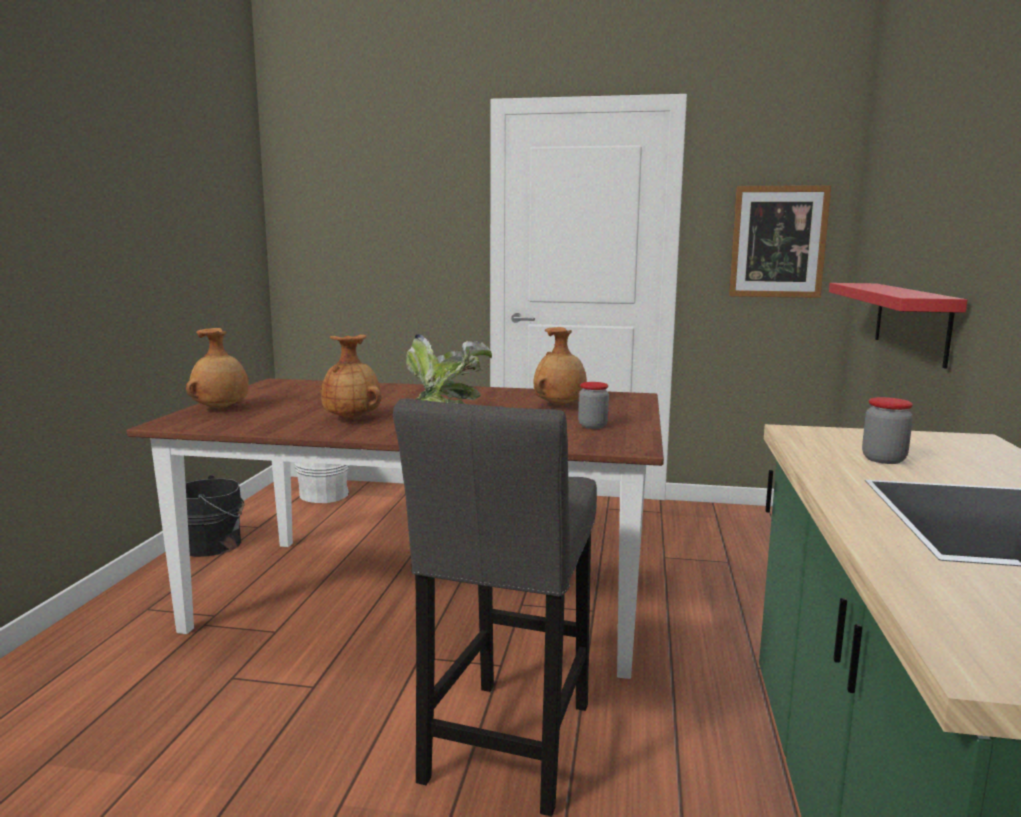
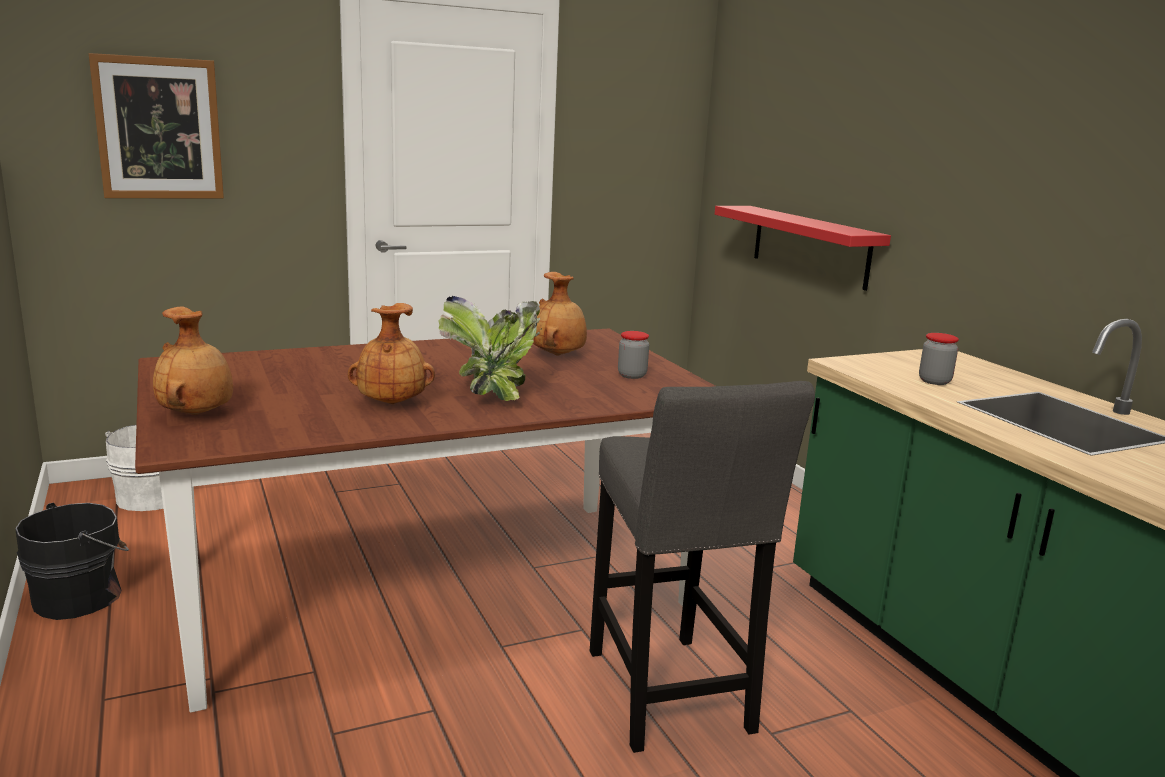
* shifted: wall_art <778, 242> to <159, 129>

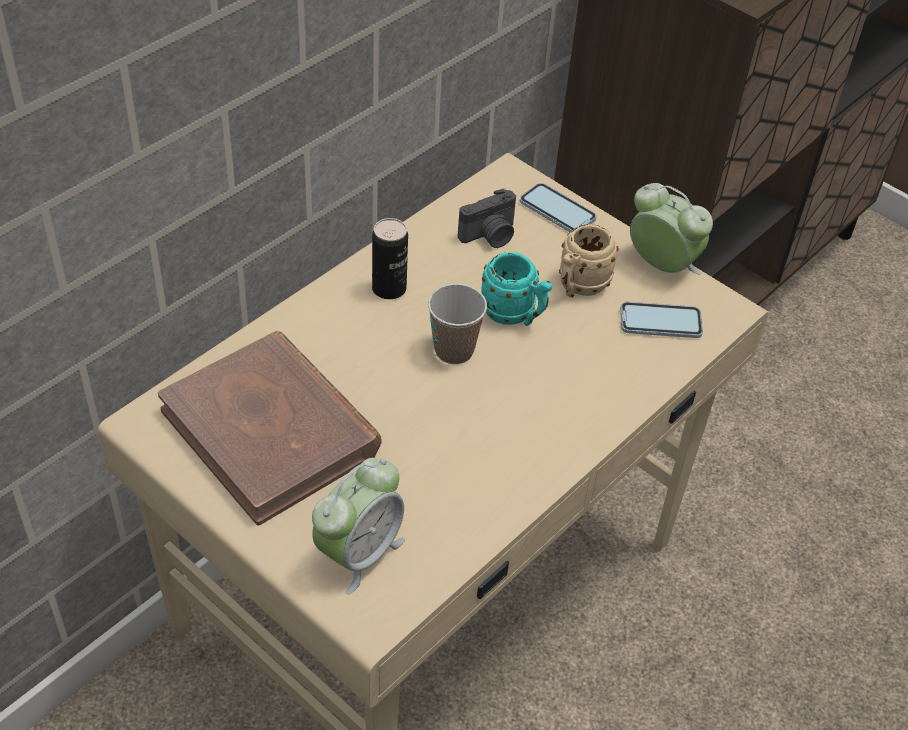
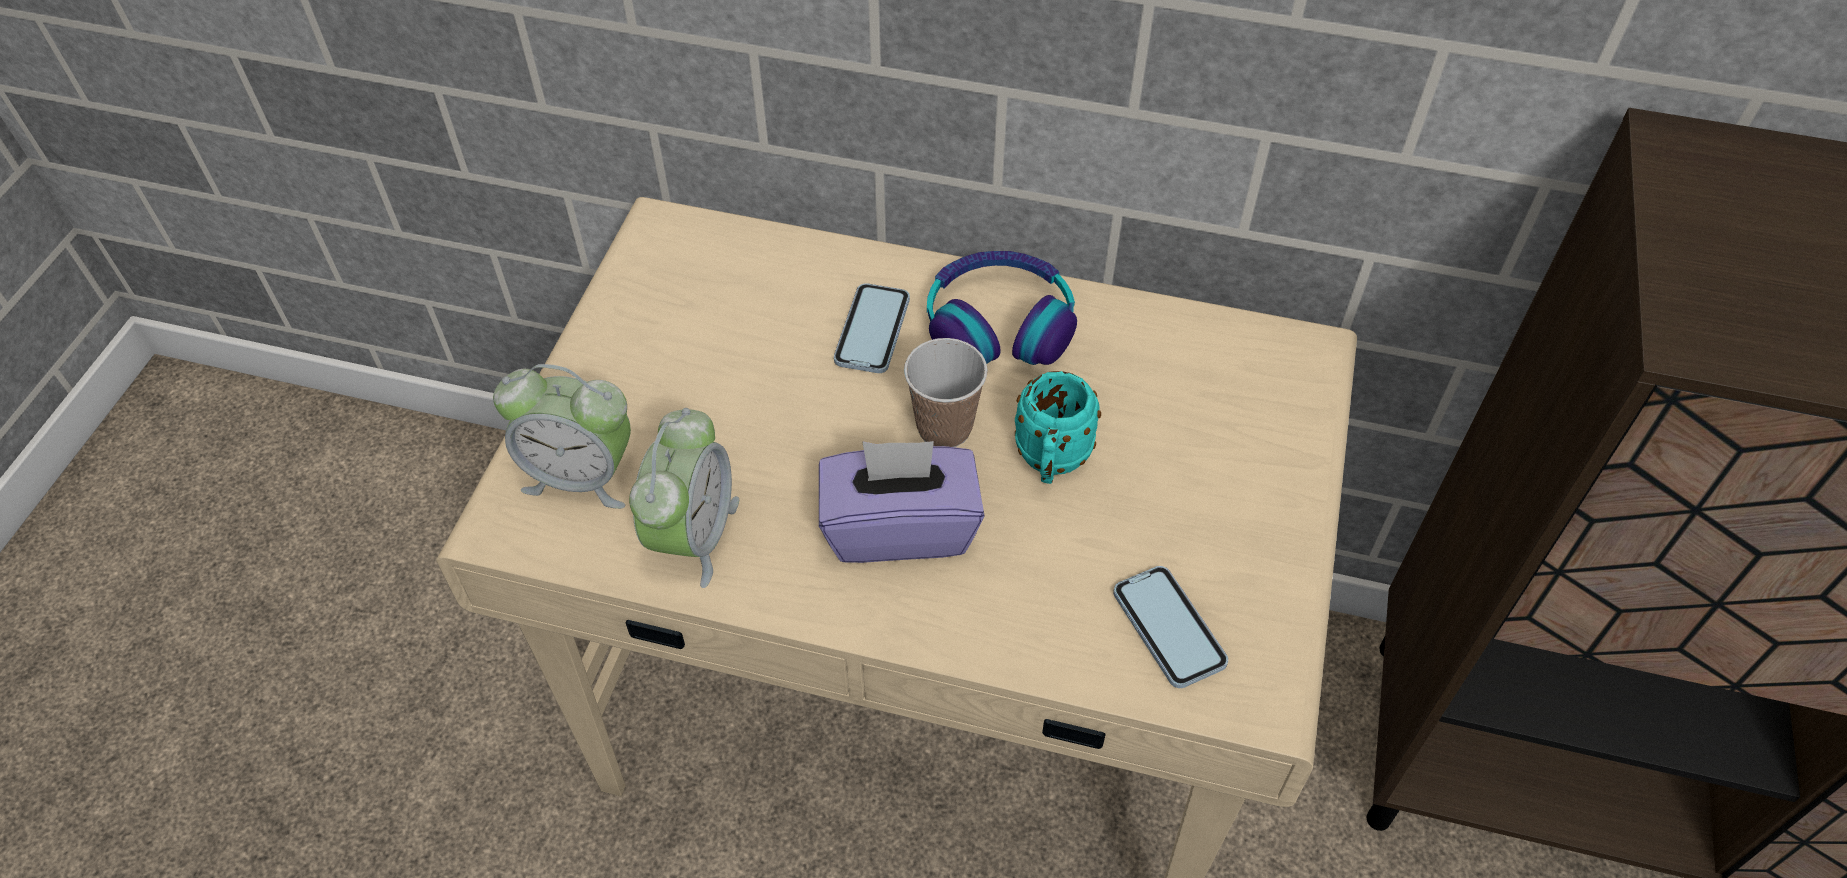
* gone: brownish_book <271, 430>
* gone: still_camera <490, 236>
* gone: beige_tea_mug <579, 287>
* new: purplish_tissue_holder <900, 527>
* shifted: telephone <557, 211> to <872, 330>
* shifted: alarm_clock <661, 266> to <693, 536>
* swapped: metal_can <389, 288> to headset <999, 324>

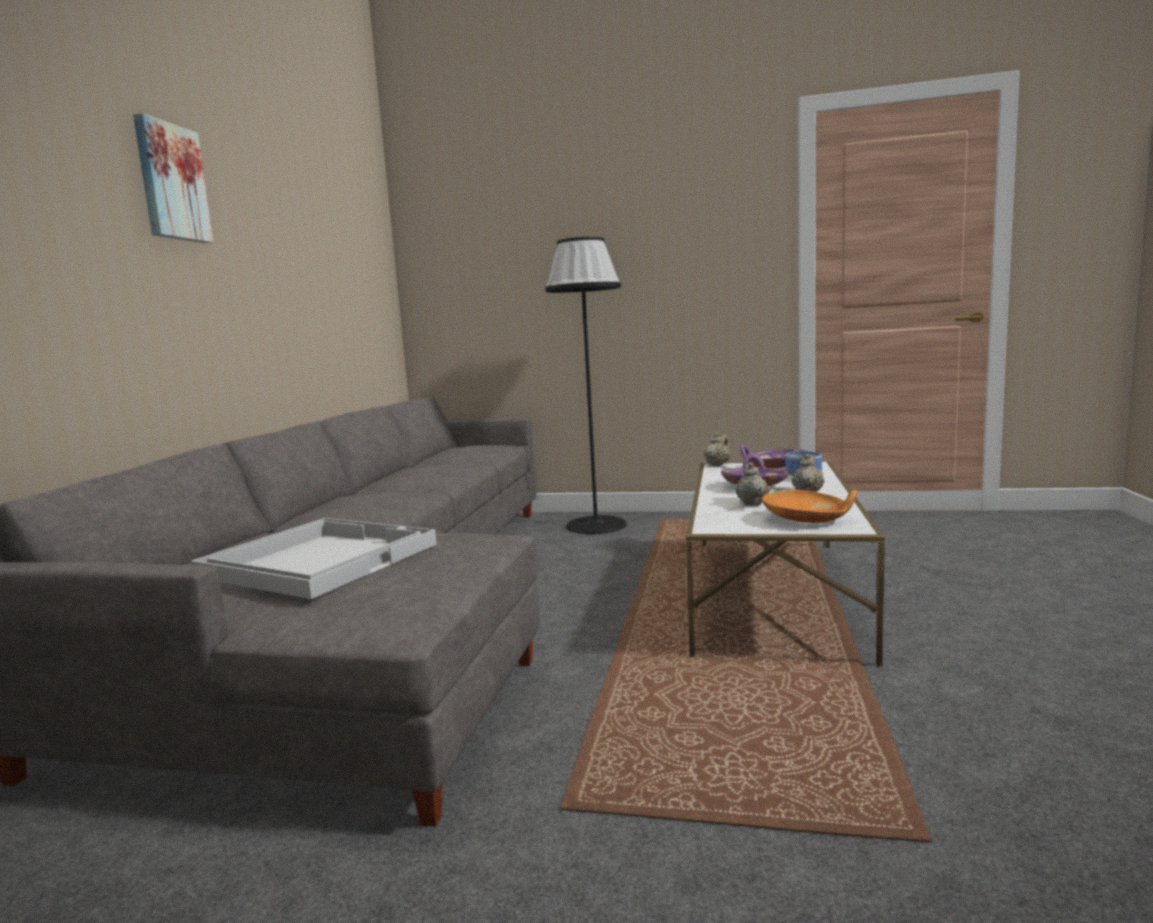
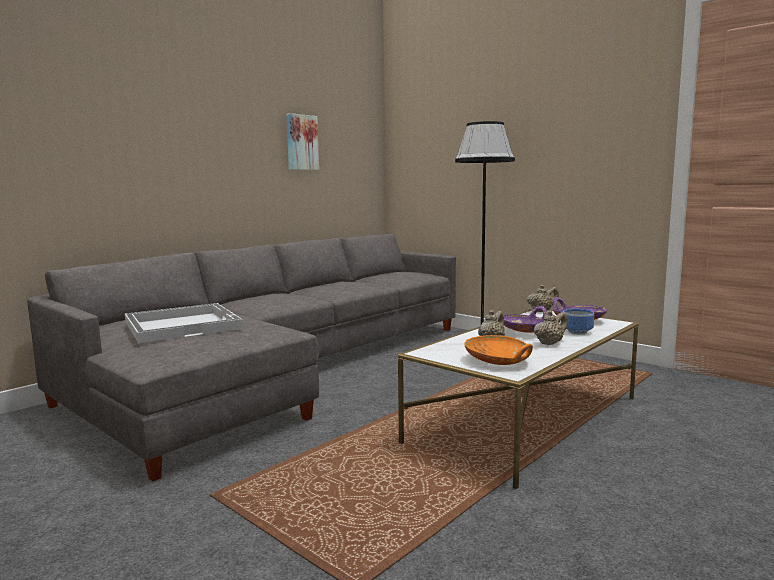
* shifted: wall_art <171, 182> to <301, 142>

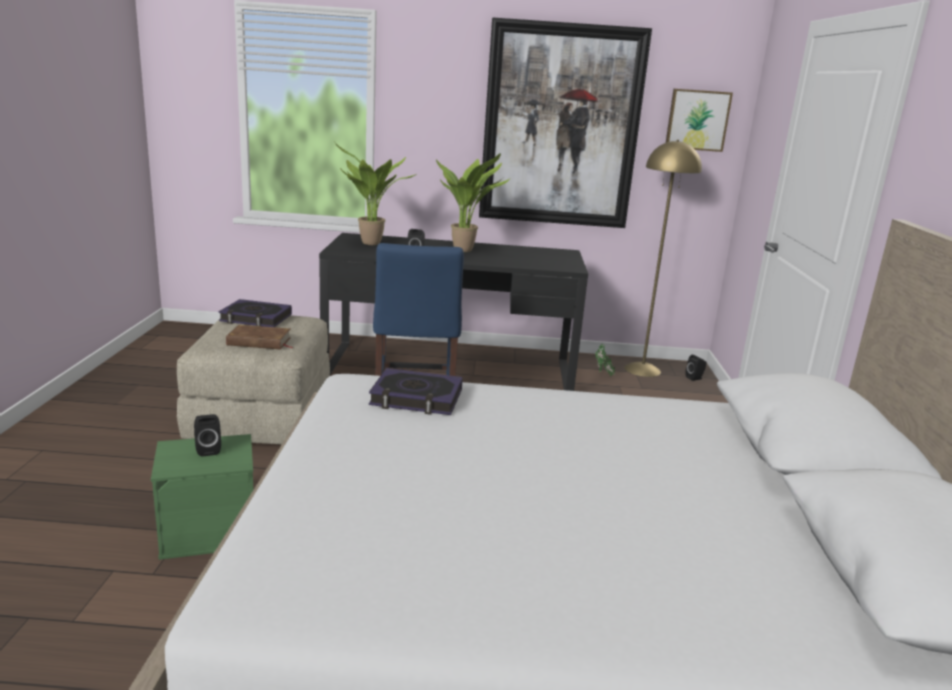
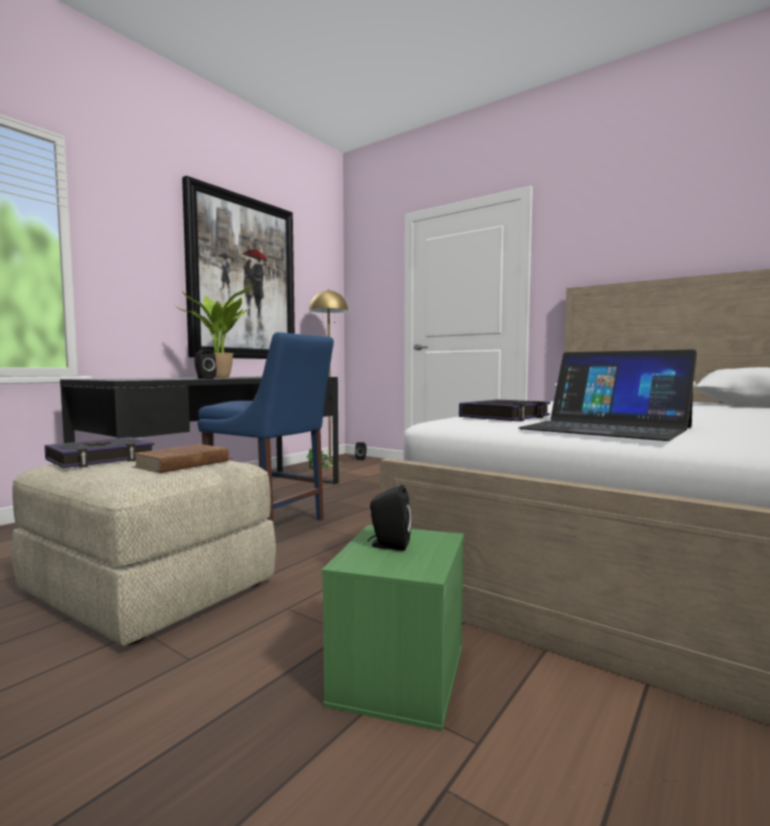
* gone: plant_in_a_pot <370, 244>
* gone: wall_art <697, 120>
* new: portable_computer <606, 428>

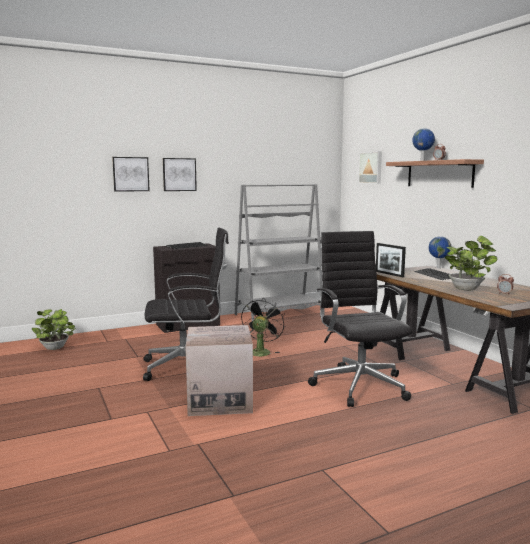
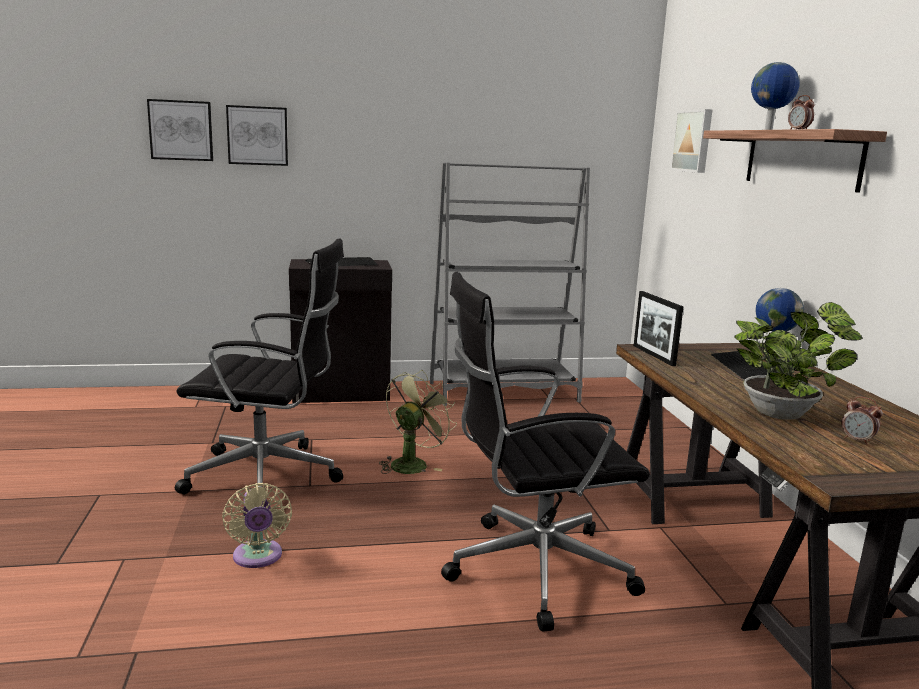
* gone: plant_in_a_pot <55, 348>
* shifted: wall_art <179, 174> to <181, 130>
* swapped: cardboard_box <219, 400> to beige_electric_fan <258, 557>
* repainted: black_electric_fan <261, 351> to green_electric_fan <413, 463>
* rotated: black_office_chair <359, 384> = <532, 569> 105 degrees counterclockwise

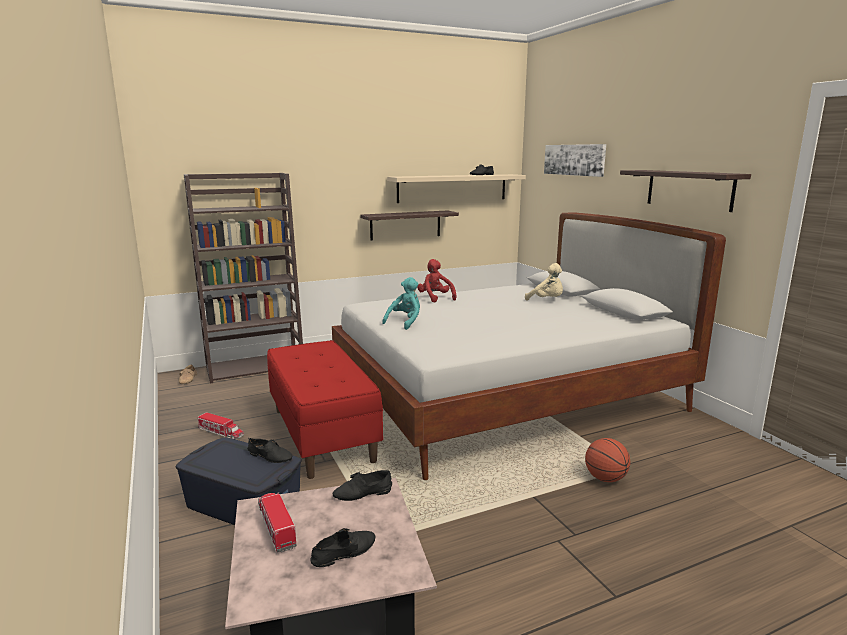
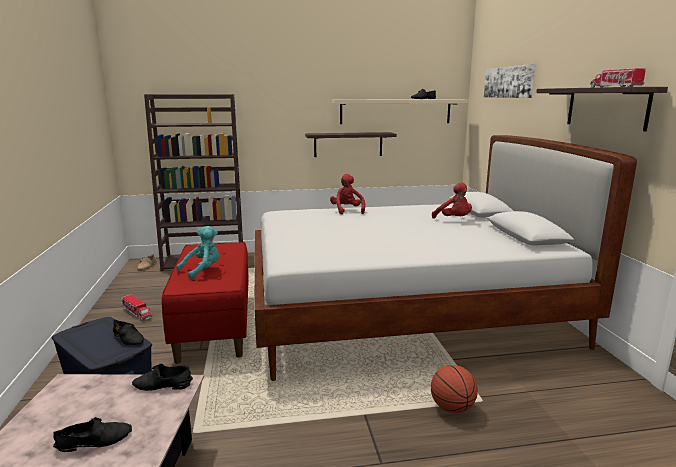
* shifted: toy_truck <276, 526> to <614, 87>
* shifted: turquoise-coloured_cuddly_toy <405, 322> to <202, 270>
* repainted: beige_cuddly_toy <547, 300> to reddish_cuddly_toy <454, 220>

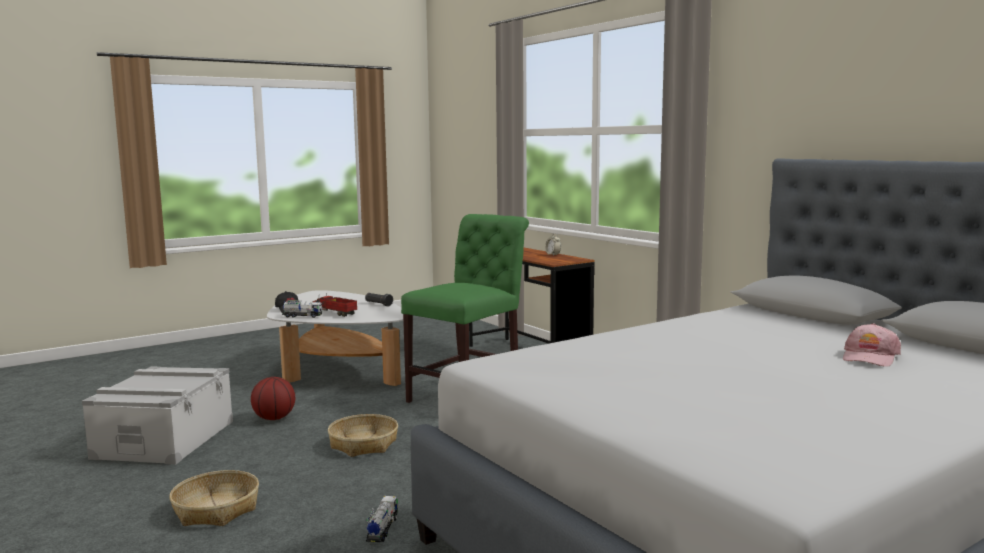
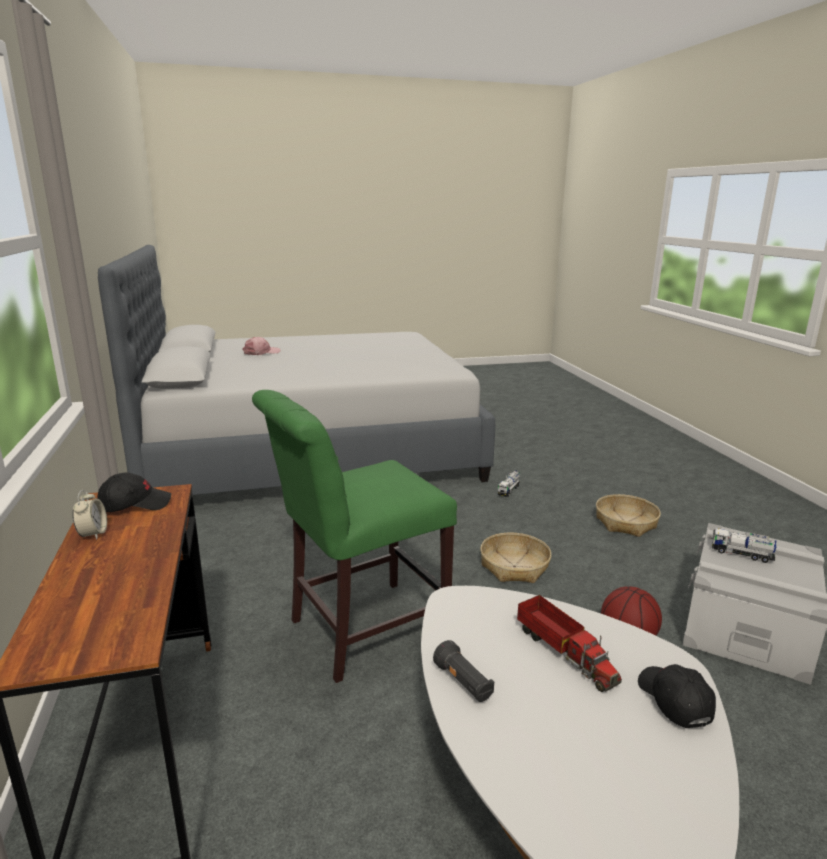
* new: black_baseball_cap <135, 504>
* shifted: toy_truck <302, 316> to <741, 554>

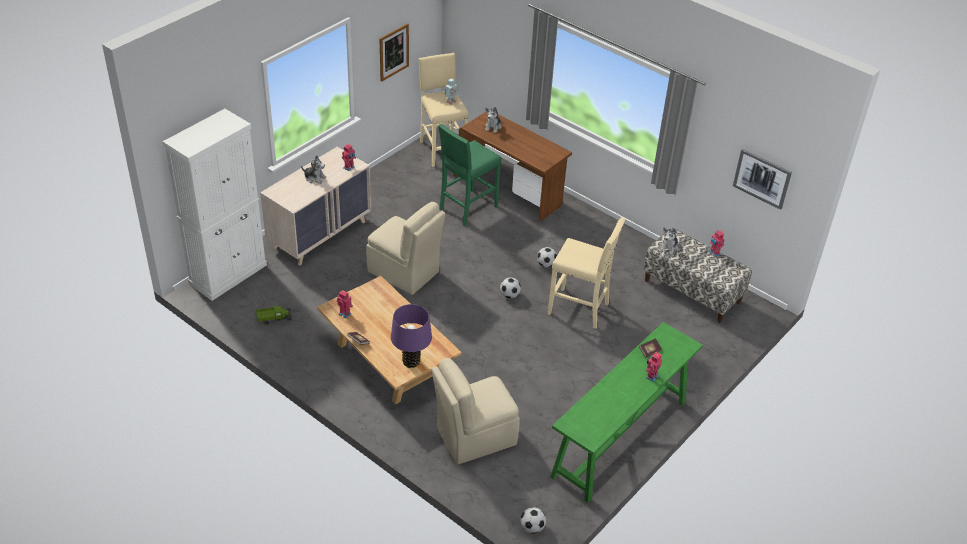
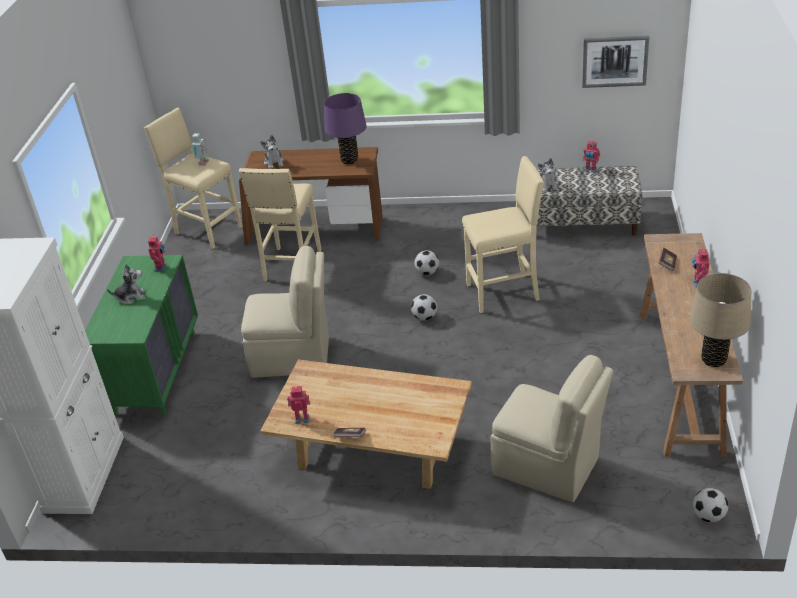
* gone: toy_truck <274, 319>
* gone: wall_art <393, 52>
* new: beige_table_lamp <714, 360>
* shifted: purplish_table_lamp <411, 362> to <349, 160>
* repainted: beige_drawer_chest <320, 234> to green_drawer_chest <156, 372>
* repainted: green_stool <467, 208> to beige_stool <291, 266>
* repainted: green_narrow_table <619, 439> to brownish_narrow_table <679, 381>
* rotated: beige_plain_chair <474, 437> = <548, 467> 90 degrees counterclockwise

